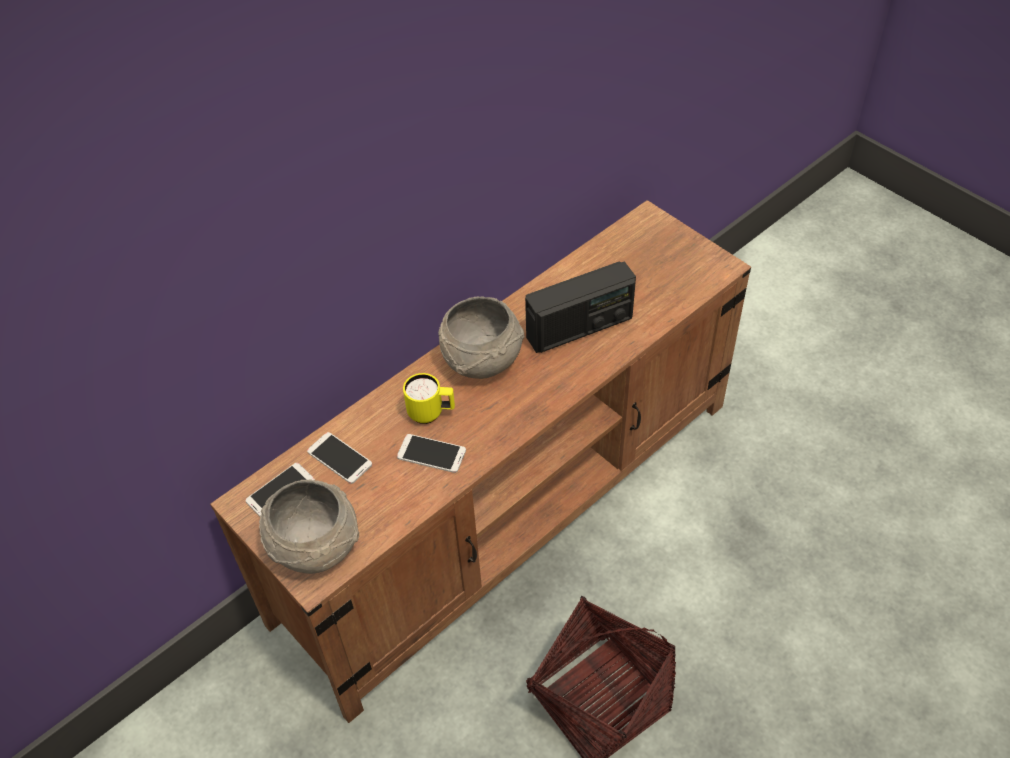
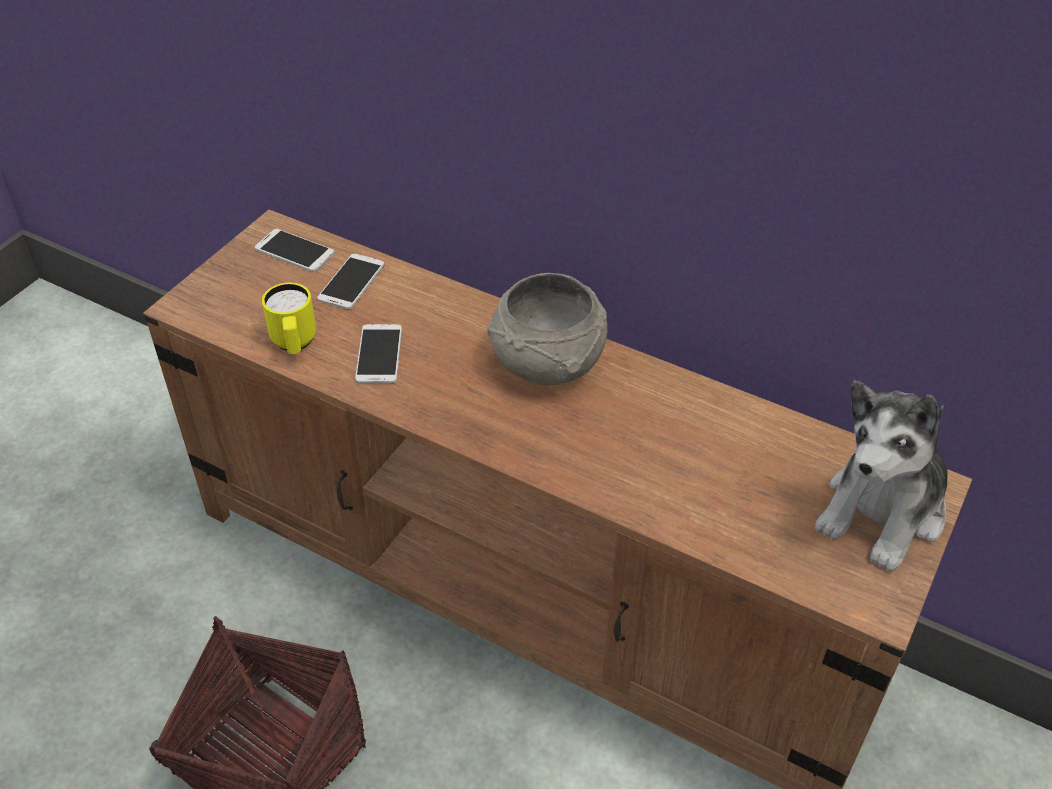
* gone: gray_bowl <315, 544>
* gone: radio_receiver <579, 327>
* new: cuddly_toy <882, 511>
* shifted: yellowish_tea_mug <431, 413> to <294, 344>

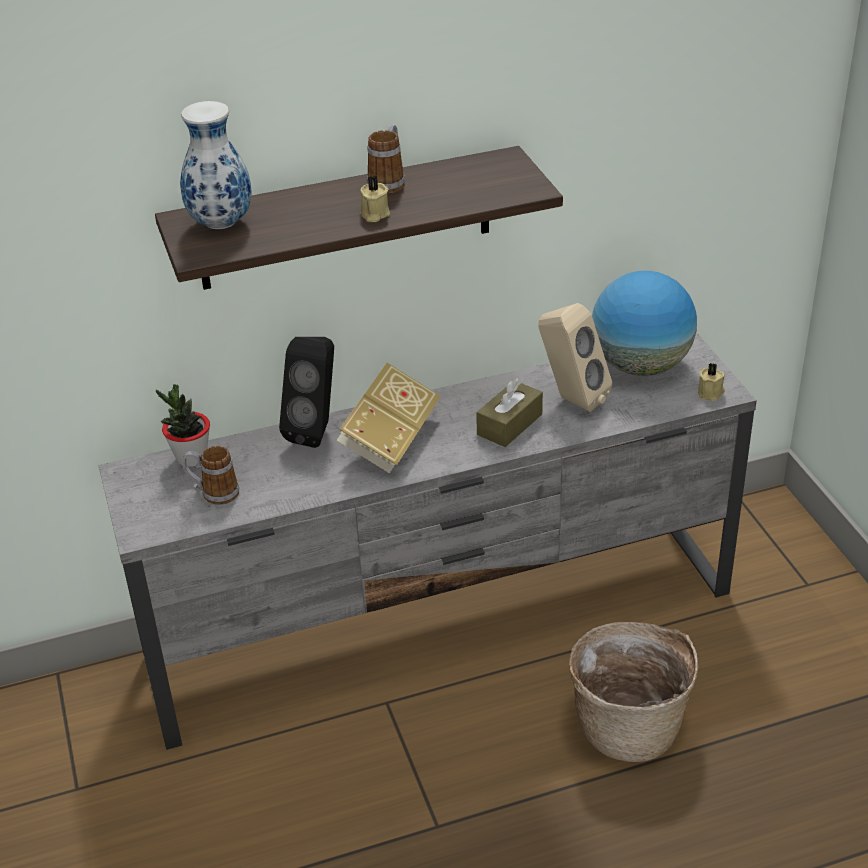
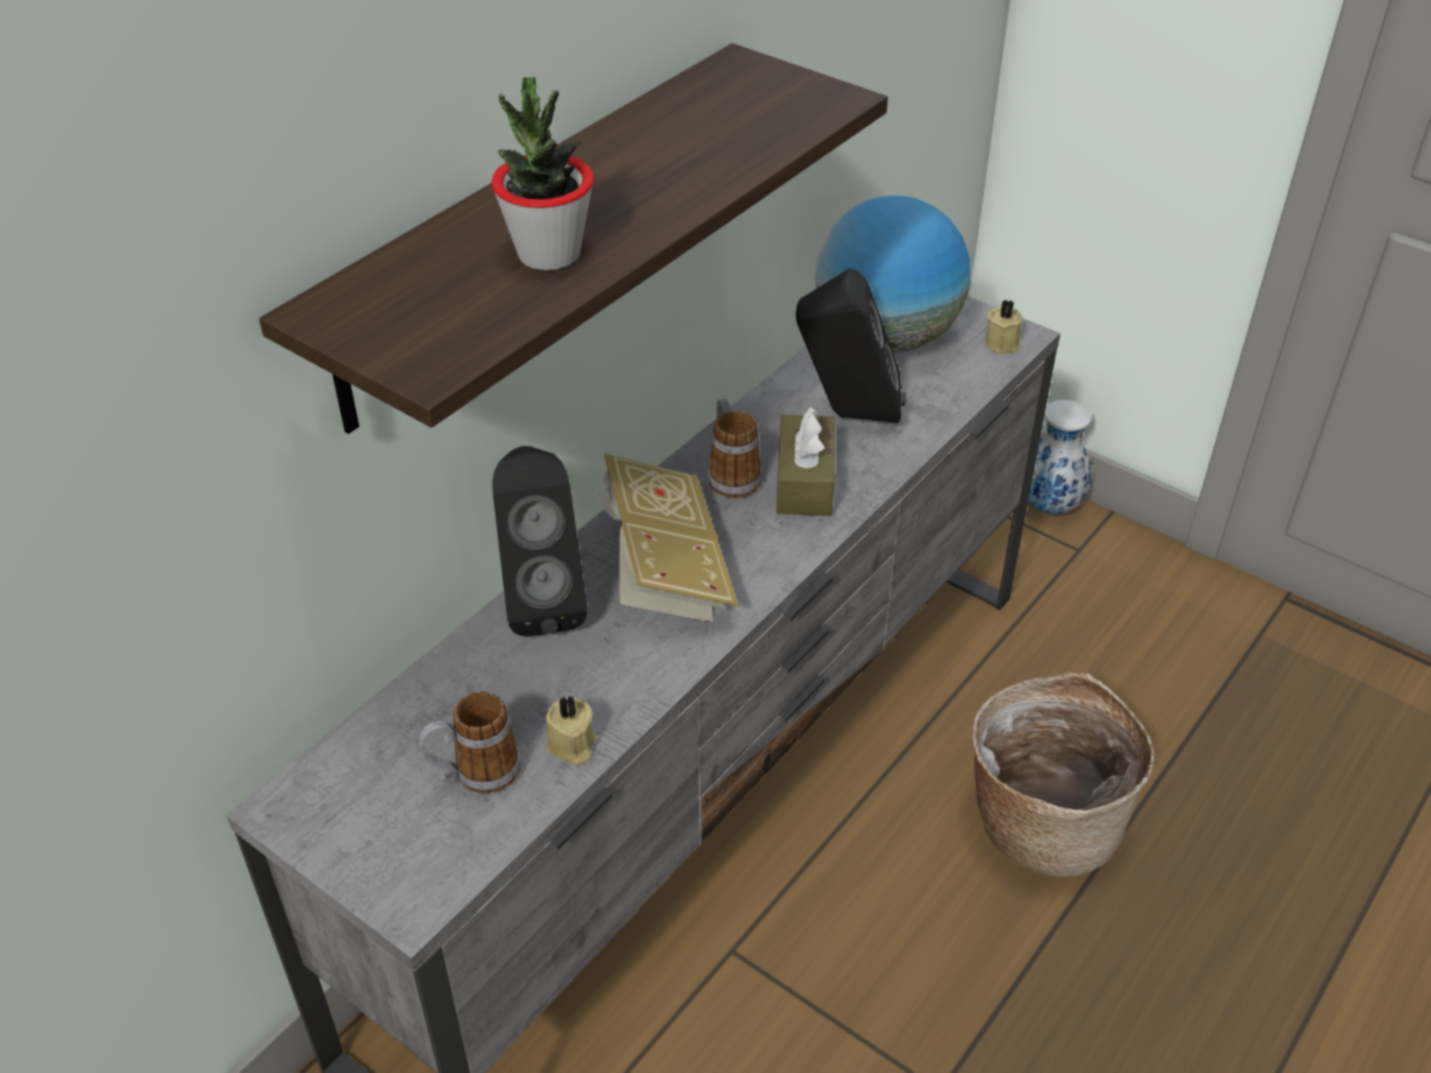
* shifted: plant_in_a_pot <191, 458> to <549, 254>
* shifted: flower_vase <222, 224> to <1050, 506>
* shifted: beige_wax_light <374, 214> to <571, 746>
* shifted: tea_mug <388, 181> to <731, 474>
* repainted: beige_loudspeaker <570, 399> to black_loudspeaker <847, 415>

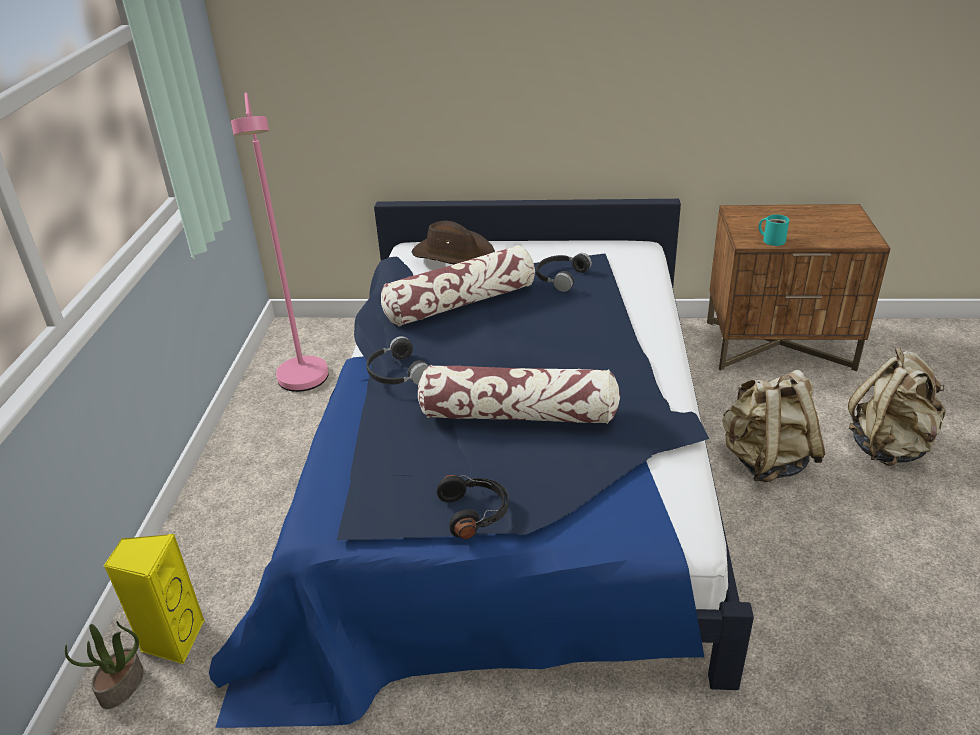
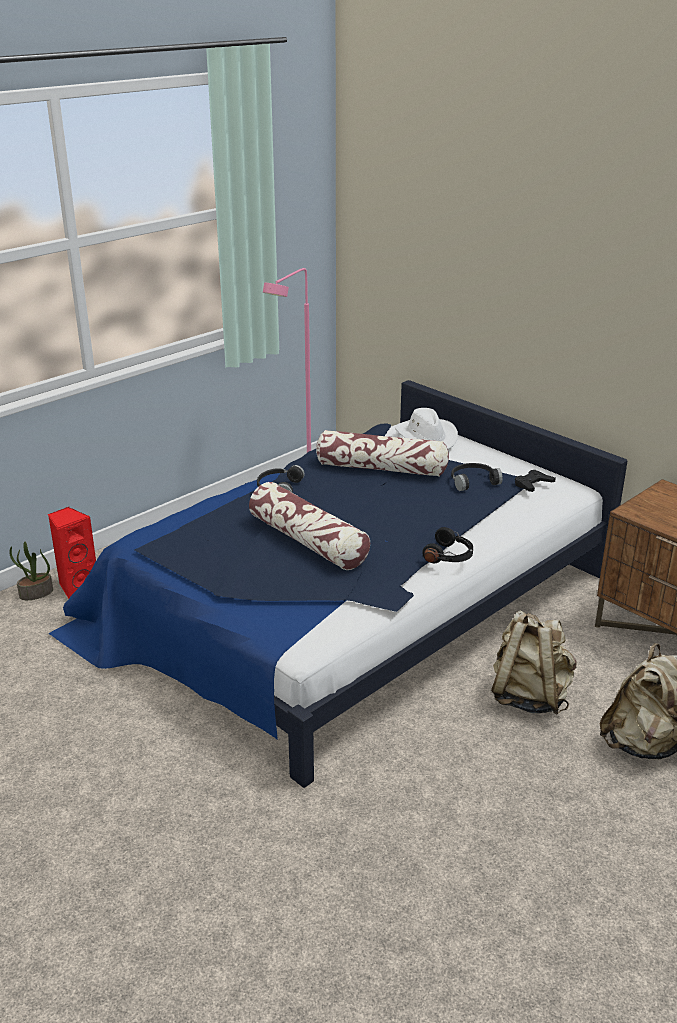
* gone: turquoise-coloured_tea_mug <772, 240>
* new: black_joypad <533, 484>
* shifted: black_headset <475, 513> to <449, 556>
* repainted: yellowish_loudspeaker <172, 639> to reddish_loudspeaker <77, 587>
* repainted: brownish_hat <453, 254> to white_hat <427, 437>

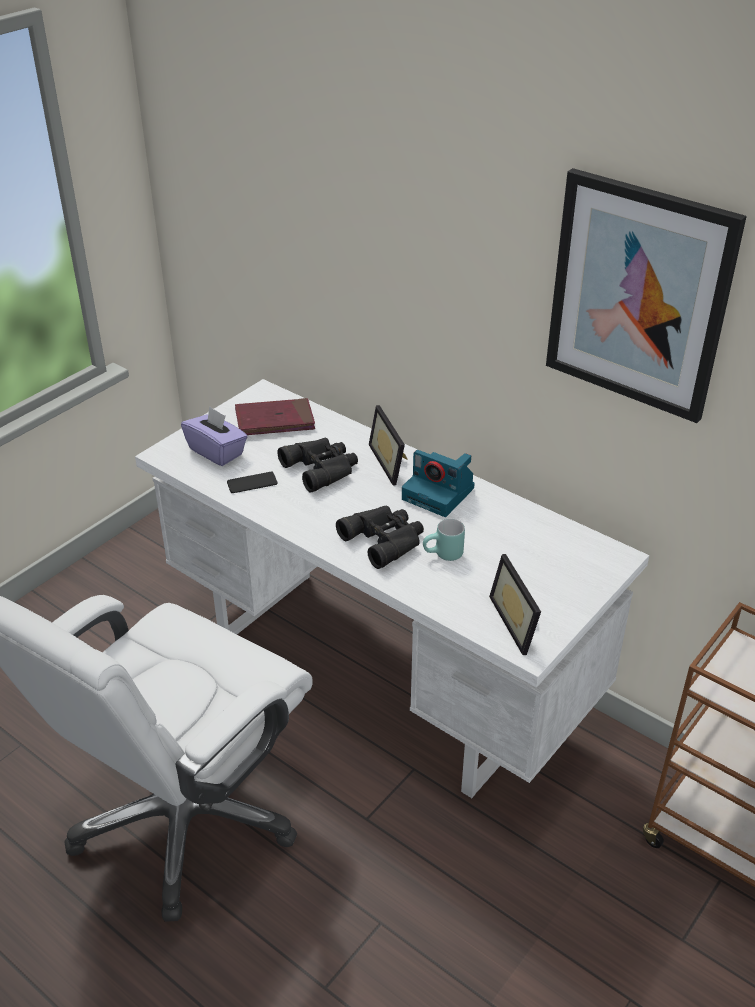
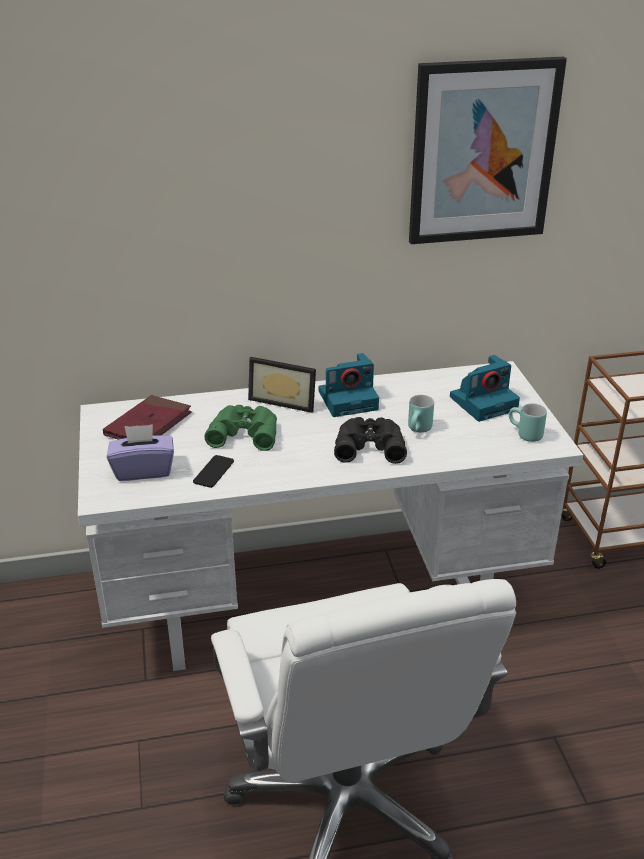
* new: still_camera <484, 402>
* swapped: photo_frame <520, 622> to turquoise-coloured_tea_mug <524, 435>
* repainted: black_pair_of_binoculars <322, 468> to green_pair_of_binoculars <244, 432>

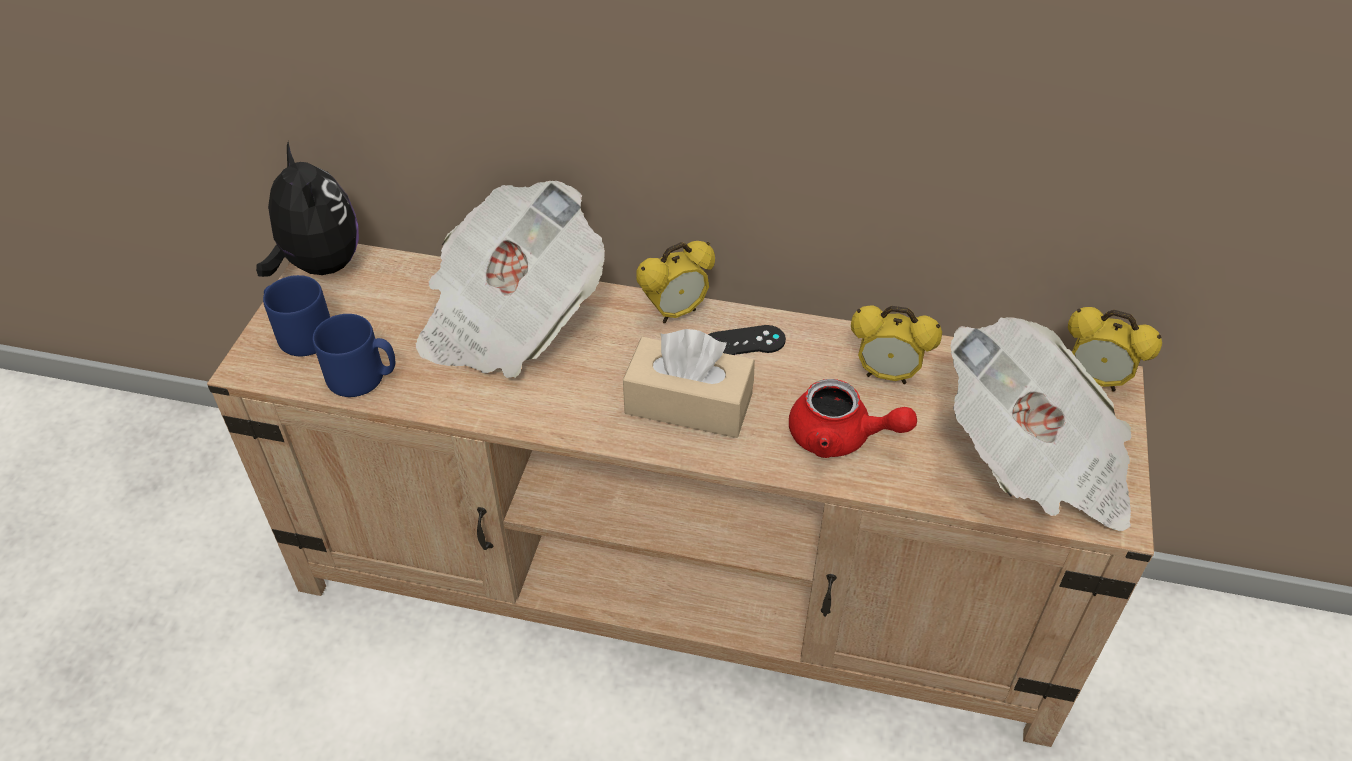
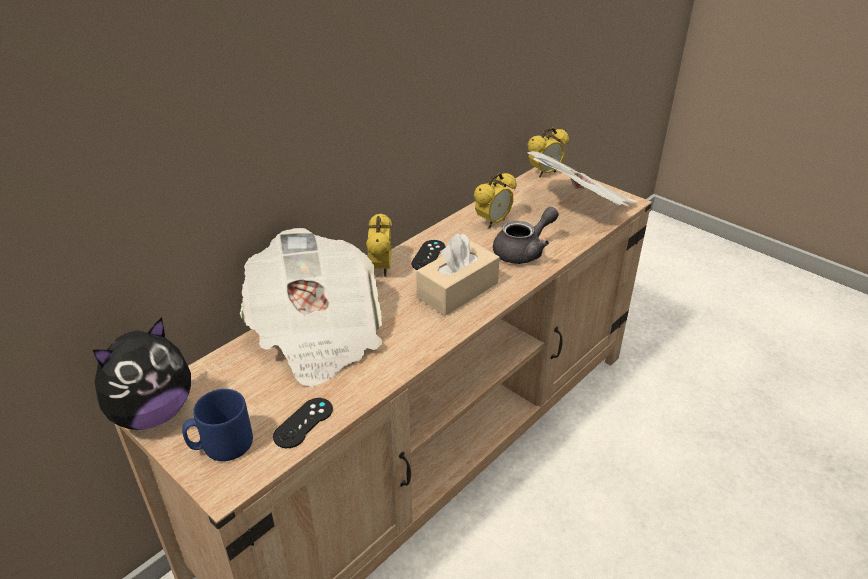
* swapped: blue_tea_mug <363, 378> to black_joypad <303, 423>
* repainted: reddish_pot_for_tea <840, 437> to gray_pot_for_tea <524, 251>
* rotated: cuddly_toy <319, 265> = <153, 413> 135 degrees clockwise

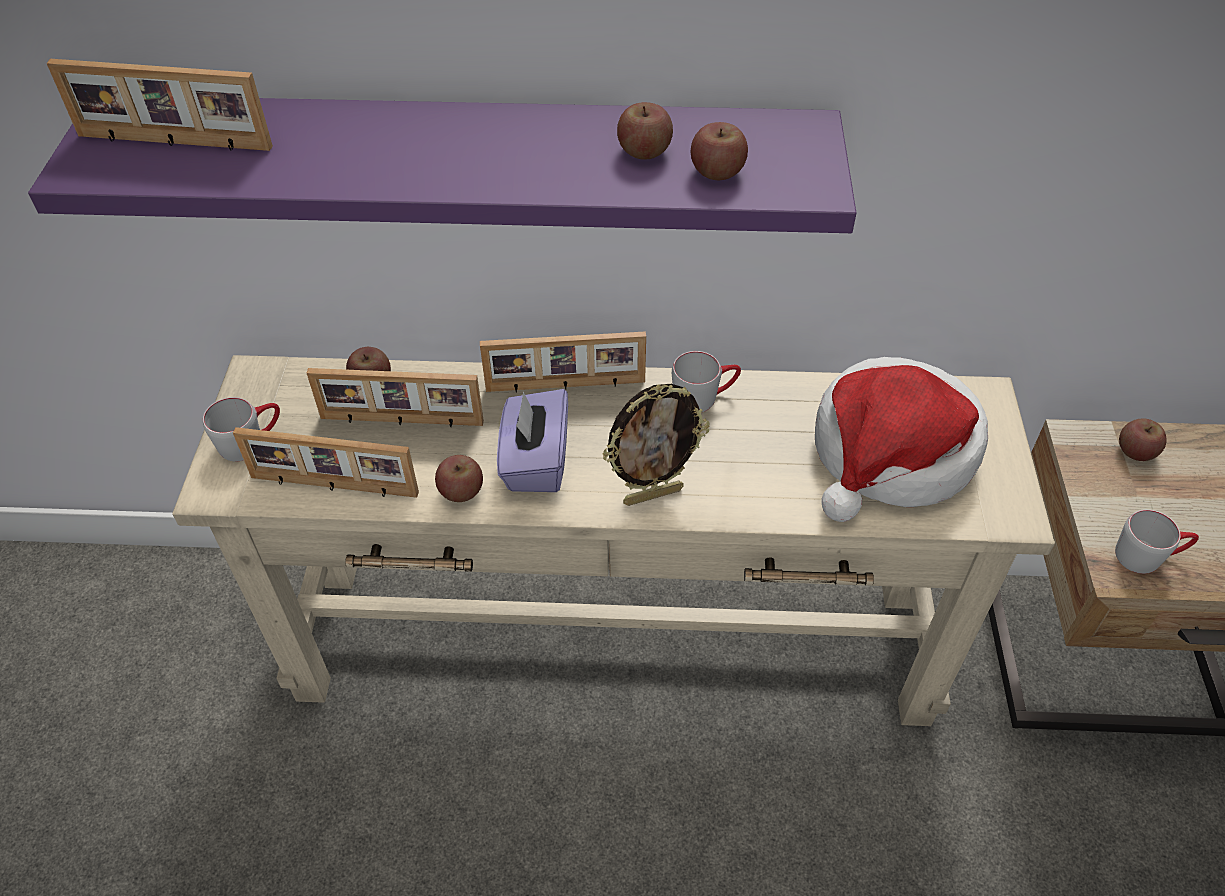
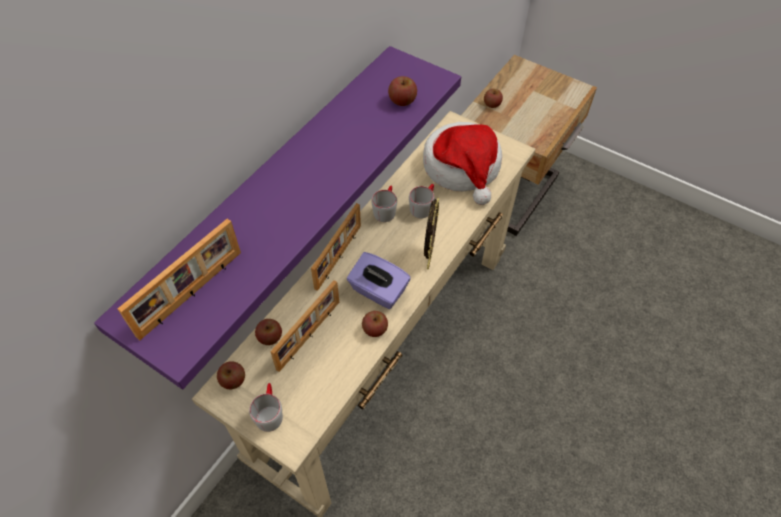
* gone: photo_frame <333, 487>
* shifted: whole_apple <644, 151> to <233, 380>
* shifted: gray_tea_mug <1148, 555> to <423, 206>

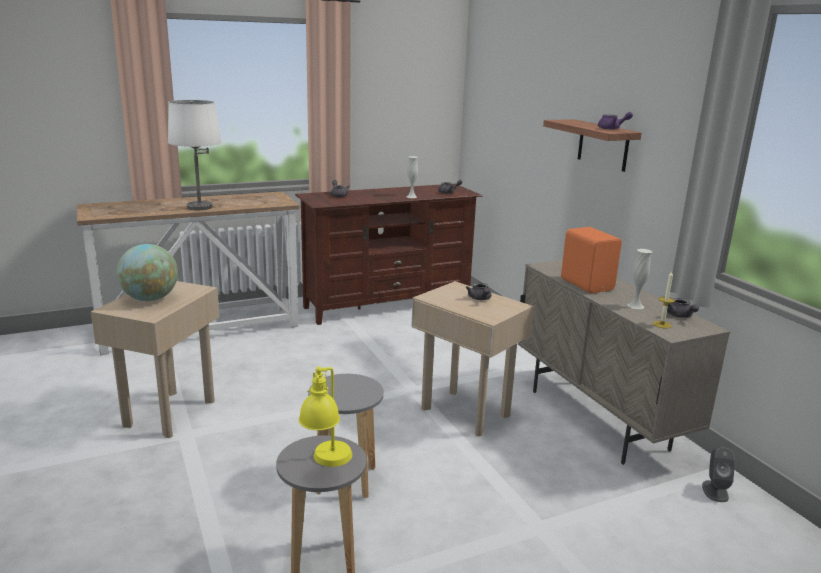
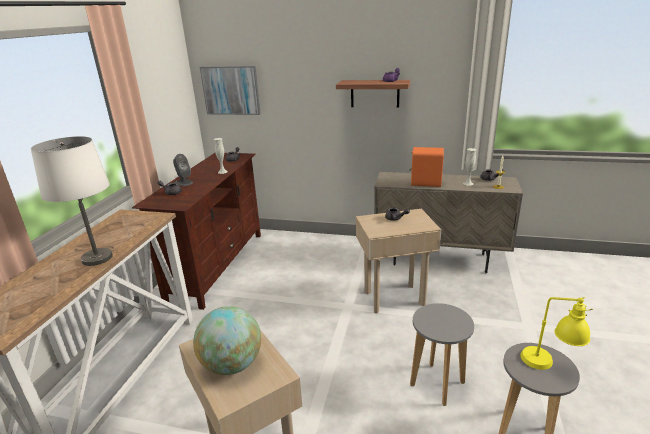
* new: wall_art <231, 90>
* shifted: gray_loudspeaker <715, 491> to <184, 182>

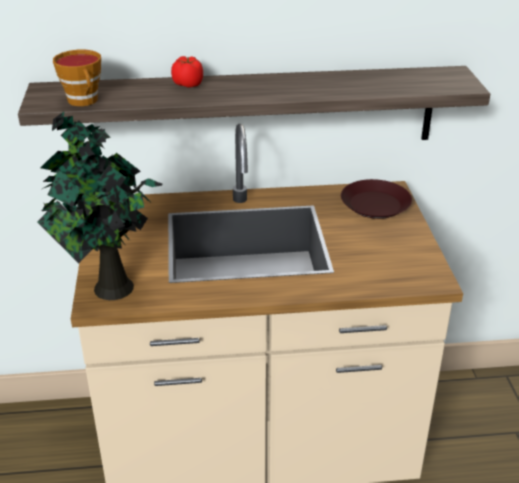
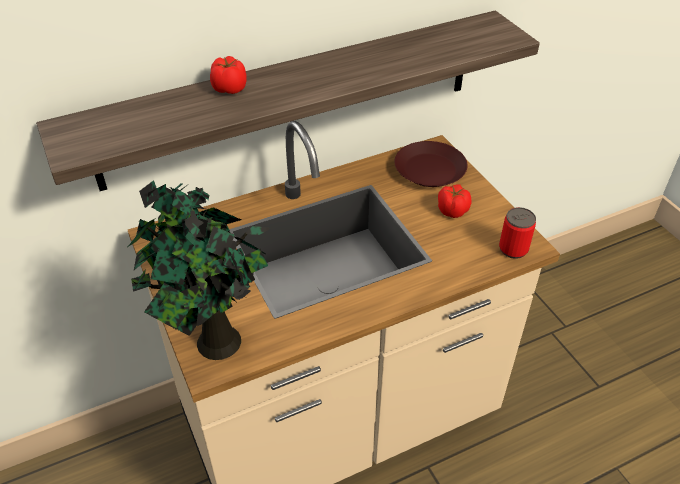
* gone: cup <84, 101>
* new: whole_tomato <452, 210>
* new: metal_can <513, 249>

